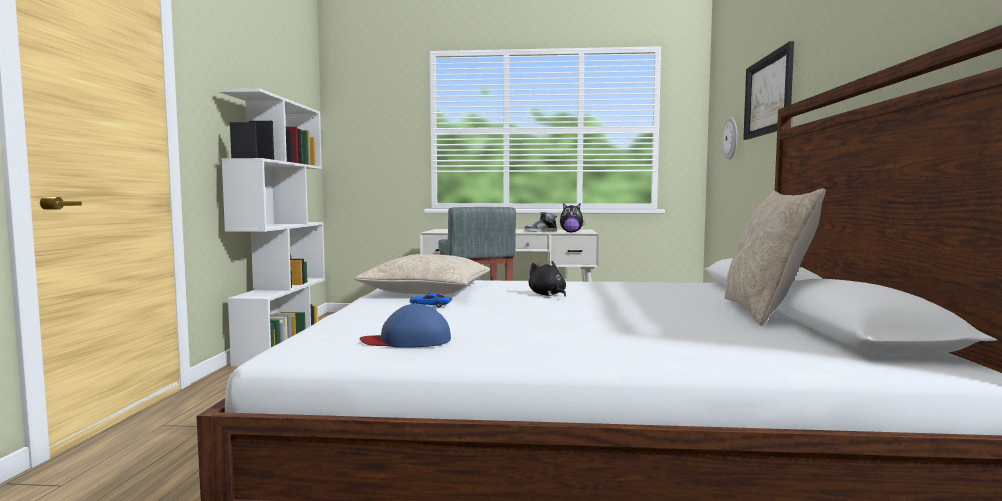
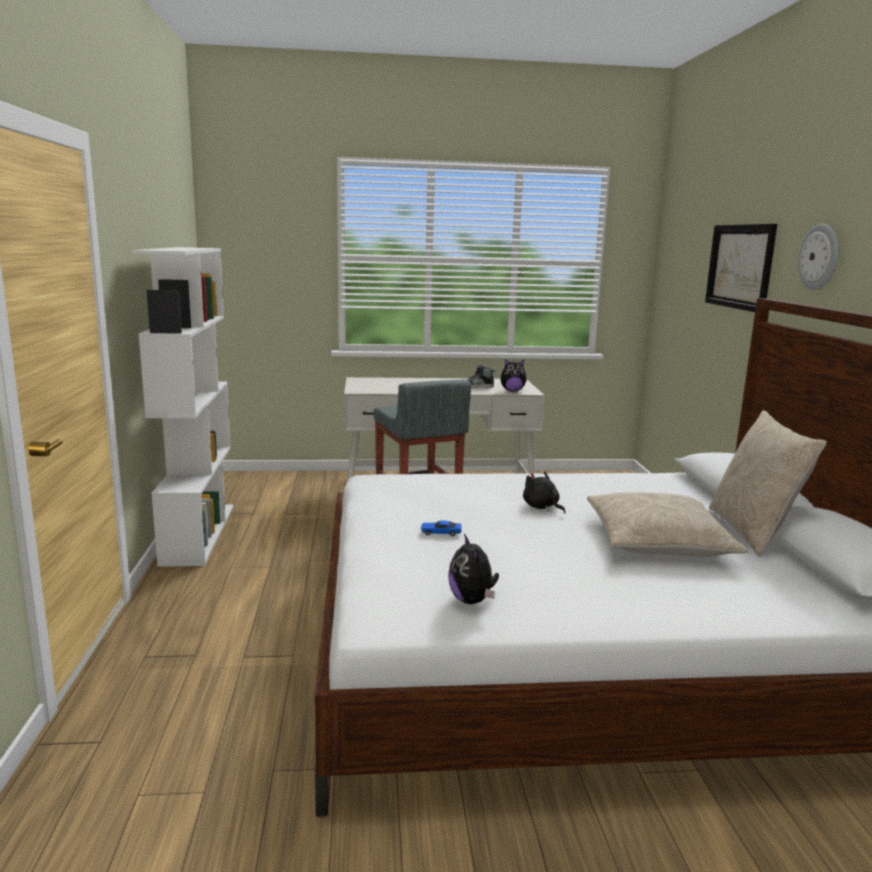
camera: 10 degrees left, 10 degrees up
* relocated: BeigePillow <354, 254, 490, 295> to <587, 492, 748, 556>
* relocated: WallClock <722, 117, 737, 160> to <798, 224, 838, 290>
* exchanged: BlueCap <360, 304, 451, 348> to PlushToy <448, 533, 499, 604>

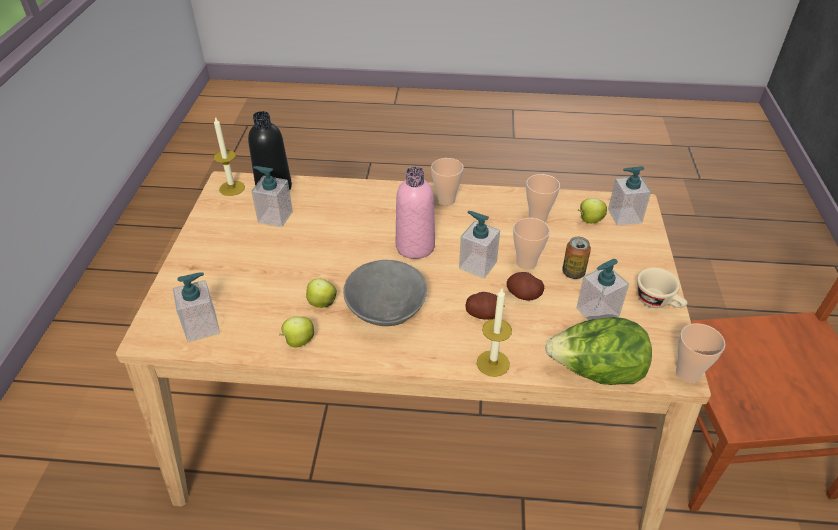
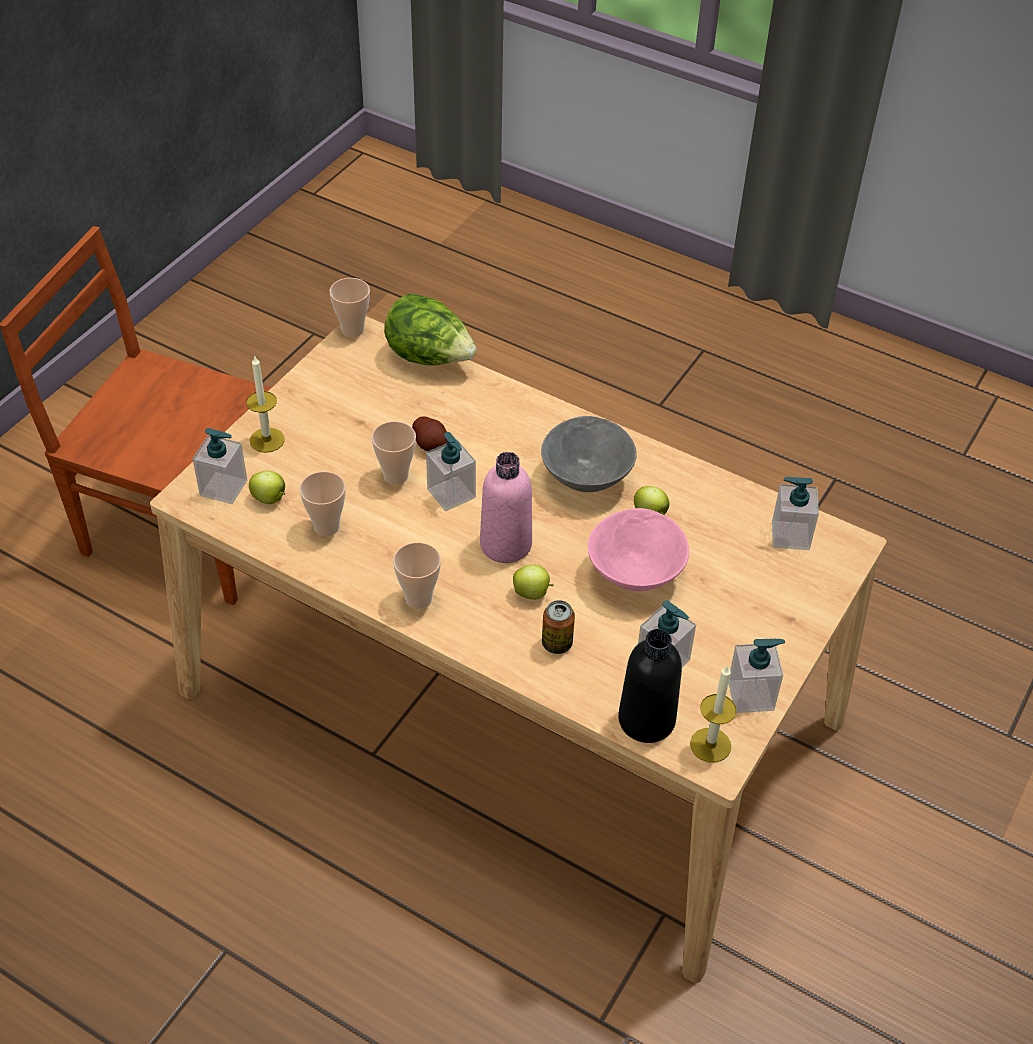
camera: 155 degrees left, 5 degrees up
* missing: Potato <465, 292, 497, 320>
* missing: BeigeCup <637, 268, 688, 308>
* appeared: PinkBowl <588, 508, 689, 591>
* relocated: Apple <279, 317, 314, 347> to <513, 565, 553, 600>
* relocated: Candle <477, 288, 512, 377> to <246, 355, 285, 453>
* relocated: Can <562, 237, 591, 279> to <542, 600, 575, 654>
* relocated: SoapDispenser <576, 259, 629, 320> to <728, 639, 785, 713>

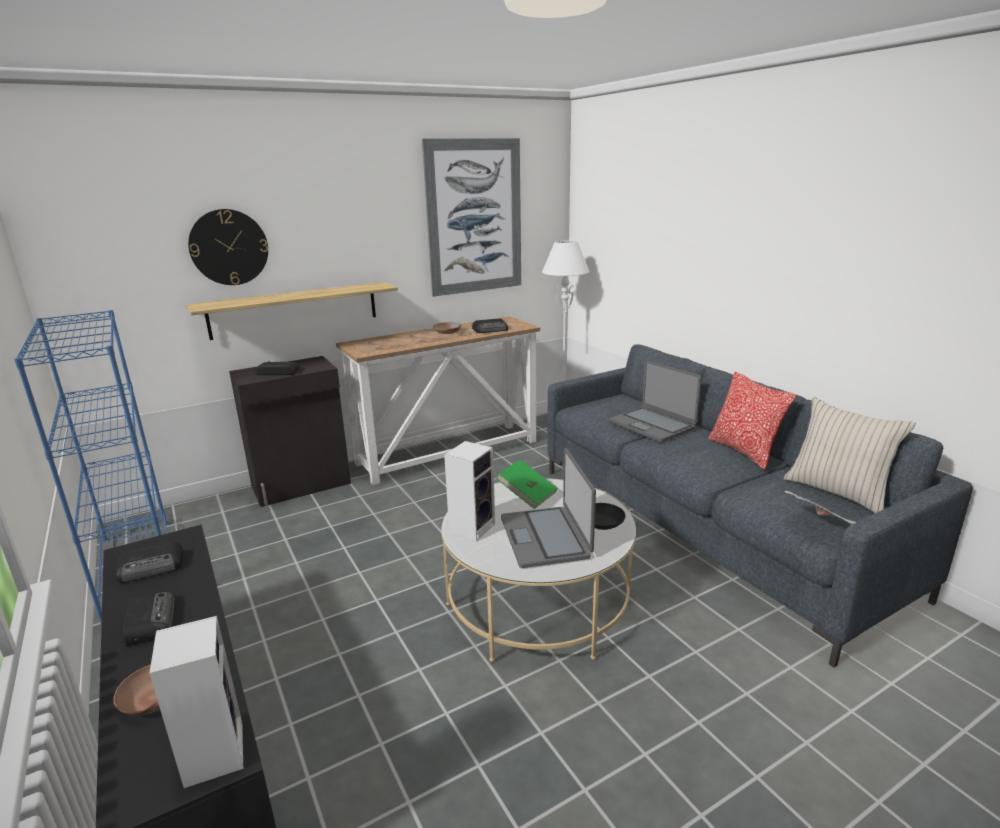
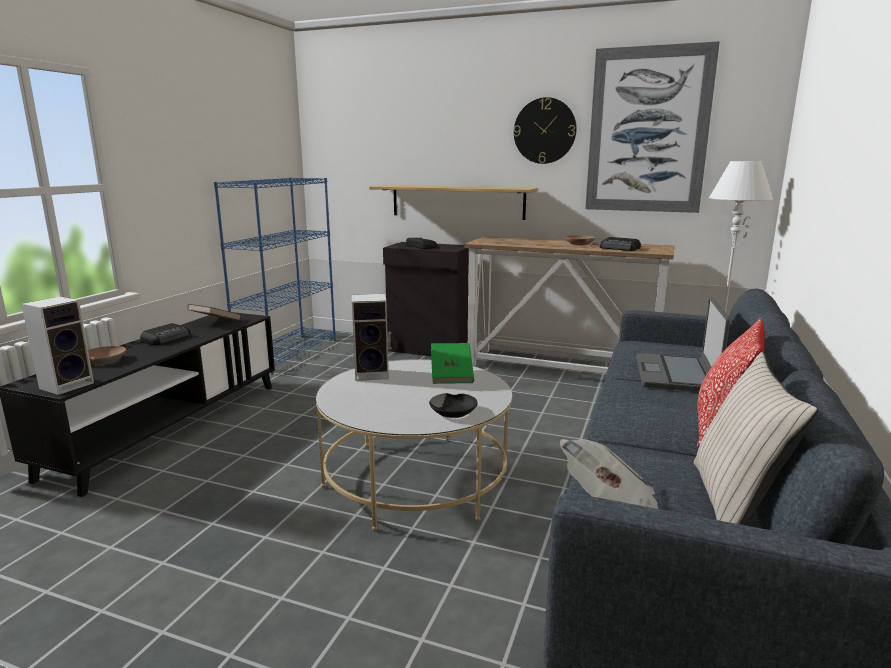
camera: 50 degrees right, 5 degrees down
* missing: Laptop <501, 448, 596, 568>
* relocated: WallClock <188, 209, 268, 285> to <514, 97, 577, 164>
* exchanged: Radio <116, 542, 184, 583> to BrownBook <187, 304, 241, 321>

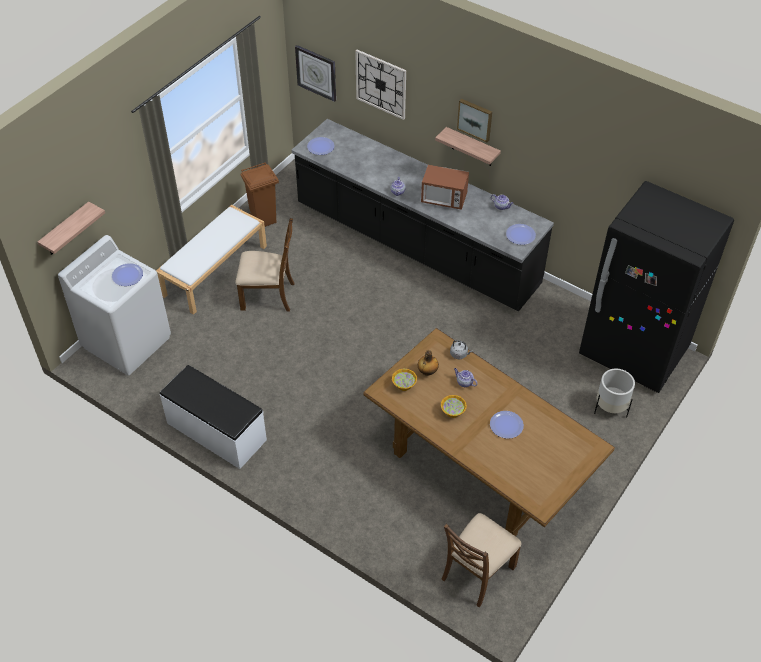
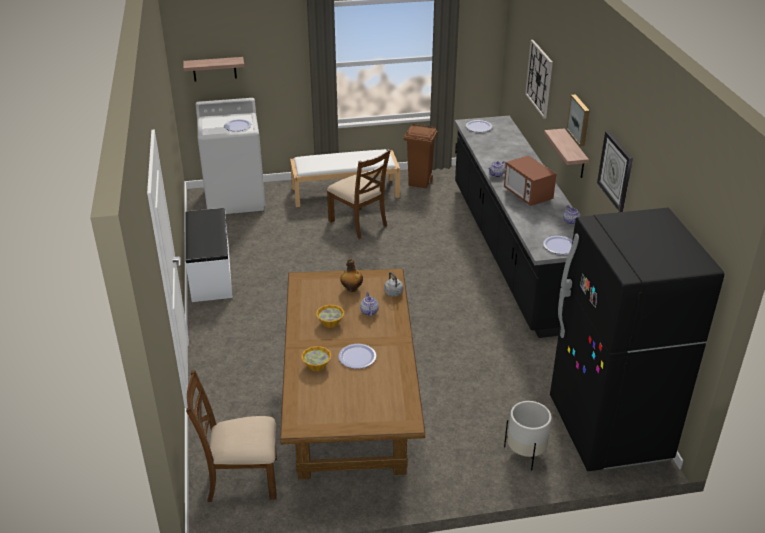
camera: 45 degrees right, 15 degrees down
* relocated: WallClock <295, 45, 336, 102> to <597, 131, 633, 212>
* relocated: Bowl <392, 369, 417, 391> to <301, 346, 331, 371>

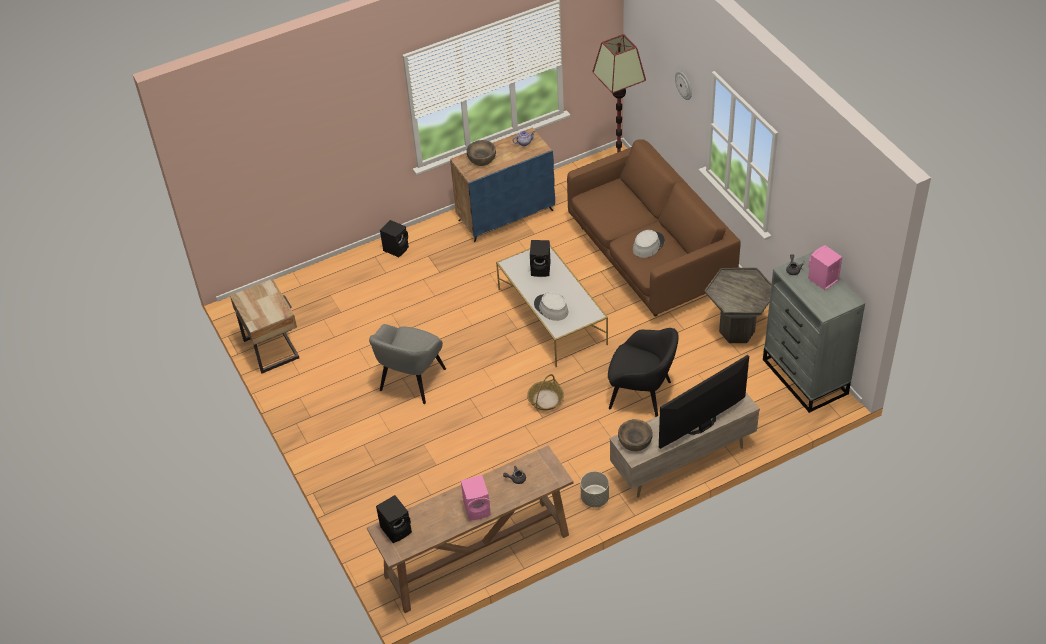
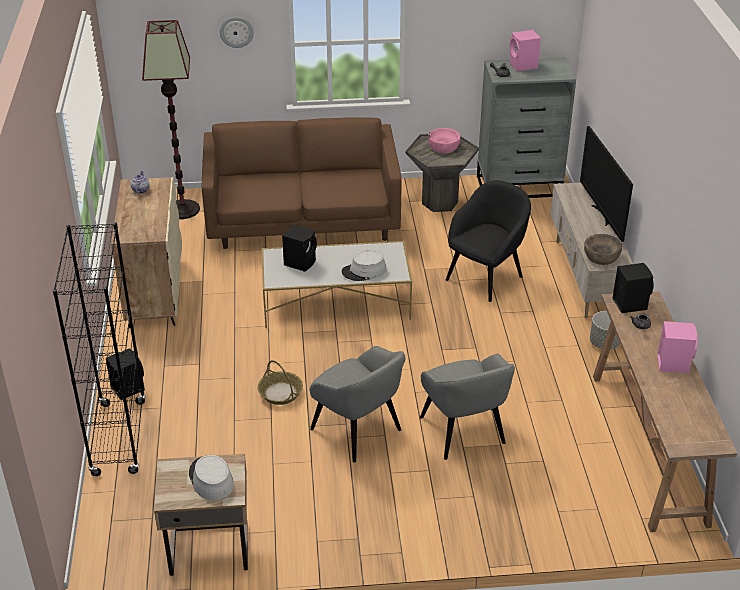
camera: 70 degrees left, 10 degrees down
* missing: BrownBowl <467, 140, 496, 166>
* appeared: BlackBookcase <53, 223, 146, 476>
* appeared: GreyArmchair <420, 354, 515, 460>
* appeared: PinkBowl <428, 128, 460, 154>
* relocated: BlackSpeaker <376, 495, 412, 543> to <612, 263, 654, 313>
* relocated: Basket <527, 374, 564, 410> to <258, 360, 303, 405>
* relocated: GreyHat <633, 230, 665, 258> to <189, 455, 234, 501>
* colour: BlueCabinet <450, 127, 555, 242> to BeigeCabinet <111, 177, 182, 328>

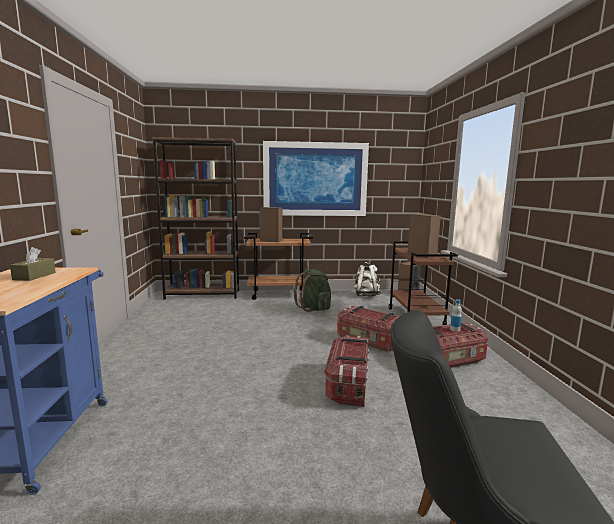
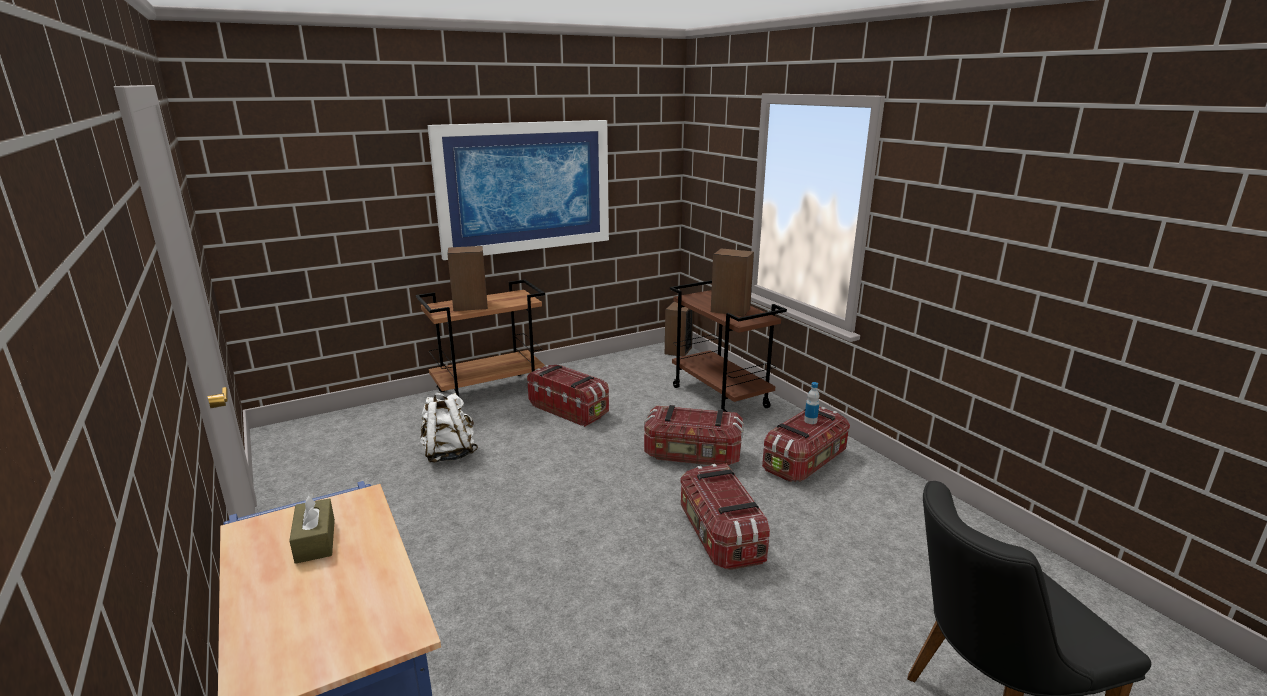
camera: 25 degrees left, 10 degrees up
* missing: BrownBookcase <152, 137, 239, 300>
* relocated: WhiteBackpack <354, 262, 381, 297> to <420, 393, 478, 463>
* exchanged: GreenBackpack <293, 269, 331, 312> to StorageBox <527, 365, 609, 427>

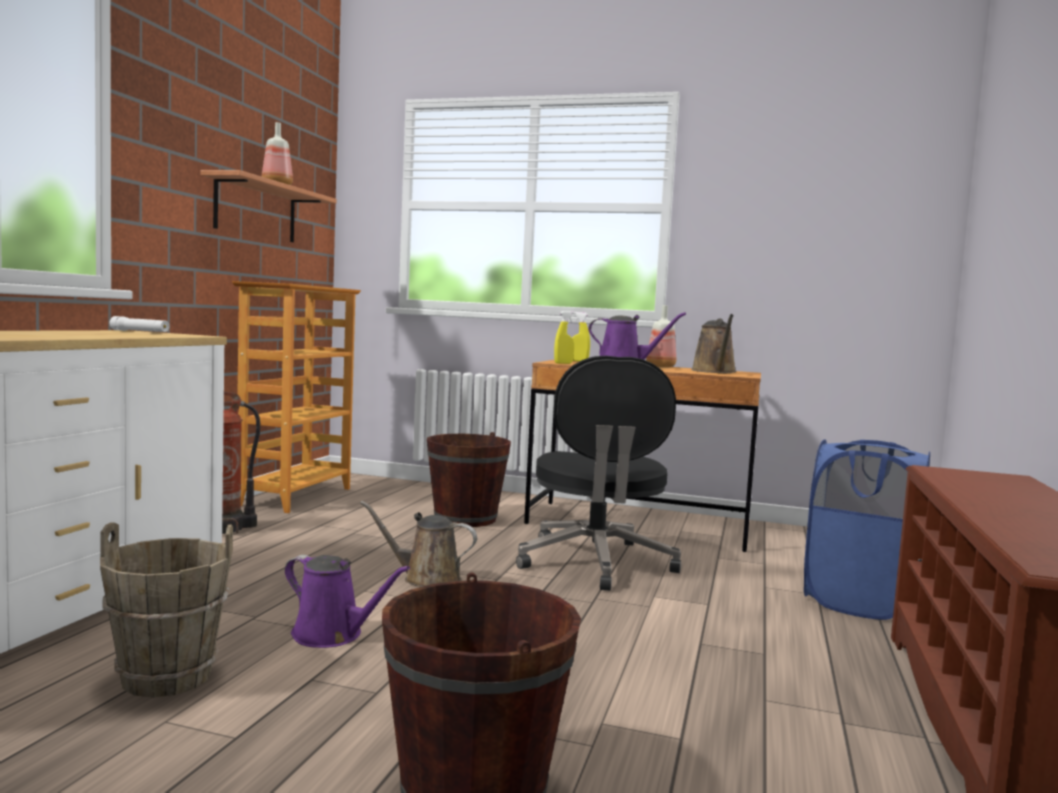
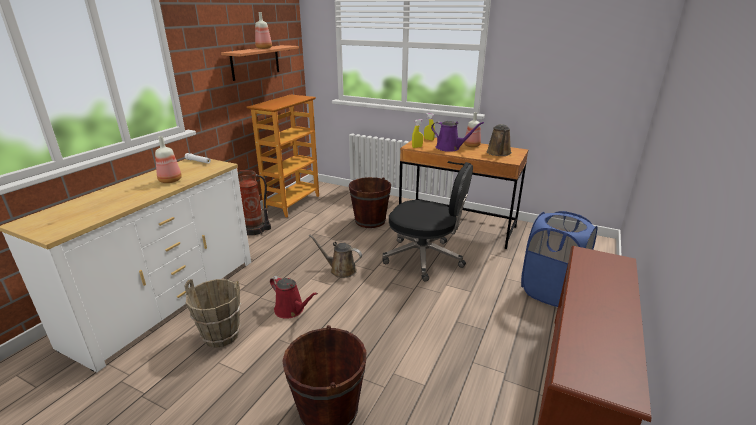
camera: 10 degrees right, 20 degrees up
* appeared: Bottle <155, 136, 182, 183>
* colour: PurpleWateringCan <285, 555, 410, 648> to RedWateringCan <270, 276, 318, 319>
* spun: BlackOfficeChair <516, 356, 681, 591> = <382, 162, 473, 282> 75 degrees counterclockwise

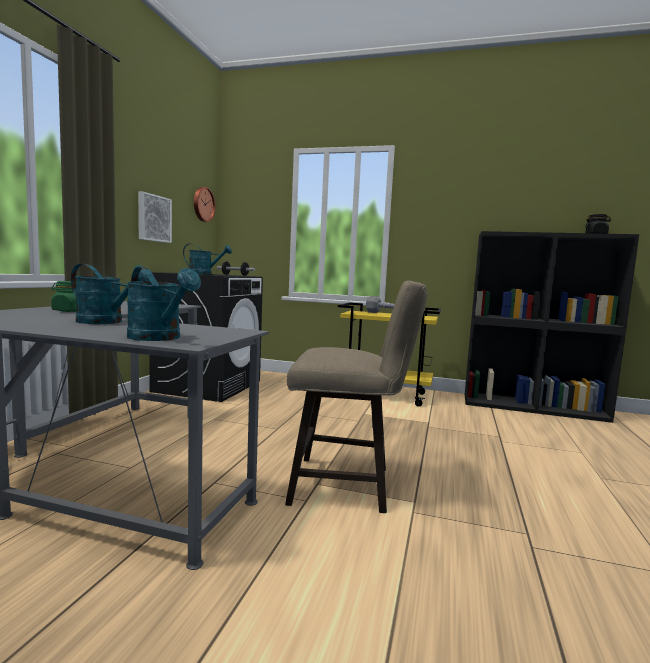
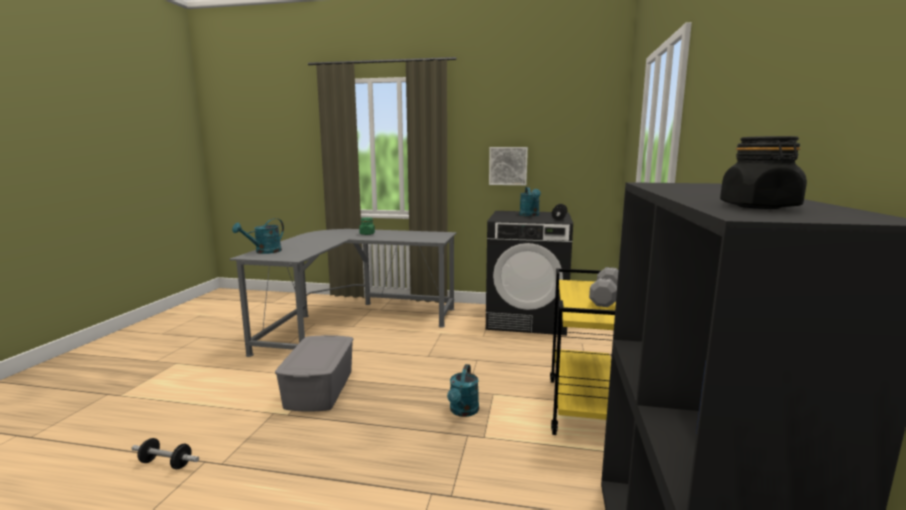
camera: 85 degrees right, 5 degrees up
* missing: WallClock <194, 187, 215, 222>
* appeared: Dumbbell <131, 438, 199, 469>
* relocated: TurquoiseWateringCan <71, 264, 150, 324> to <447, 364, 479, 417>
* exchanged: BeigeStool <285, 280, 428, 513> to GreyStorageBox <275, 335, 353, 412>

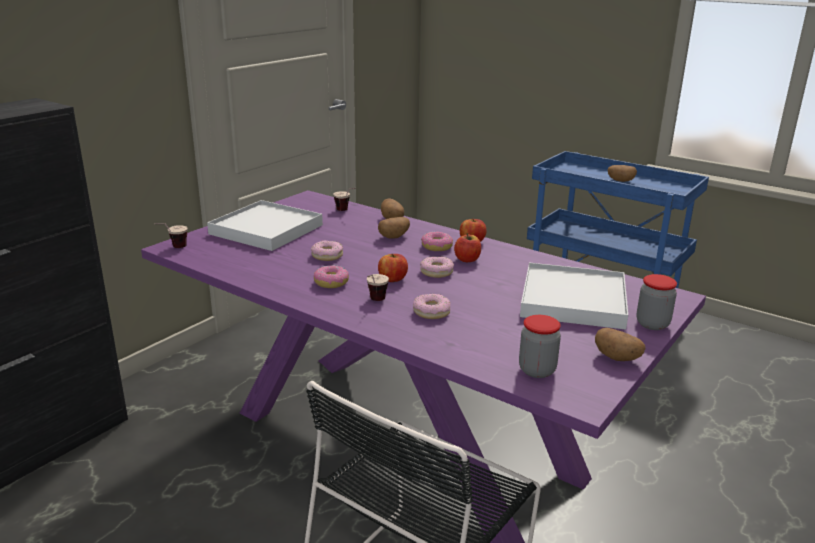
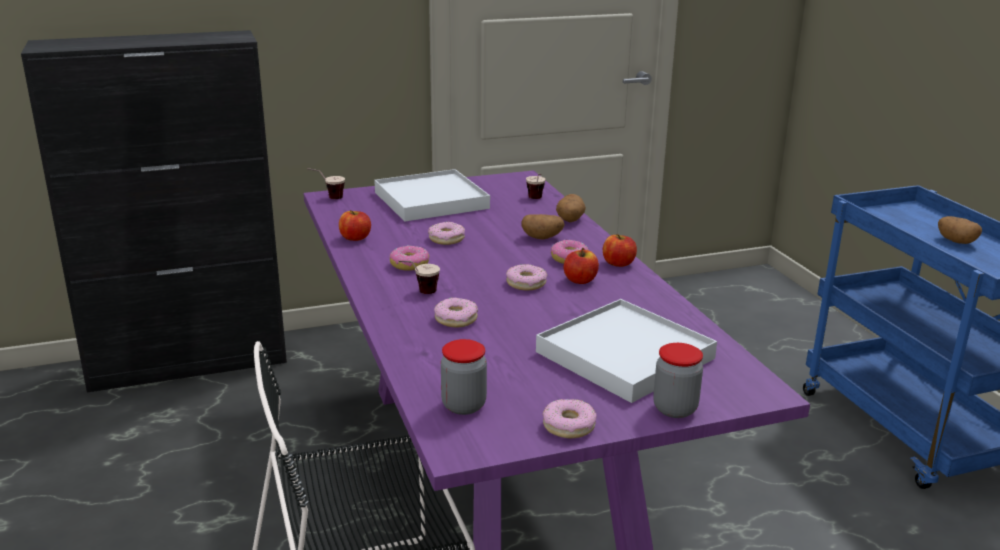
camera: 35 degrees right, 0 degrees up
* relocated: Apple <378, 254, 408, 282> to <339, 210, 371, 241>
* exchanged: Potato <595, 328, 646, 361> to Donut <542, 399, 597, 438>

